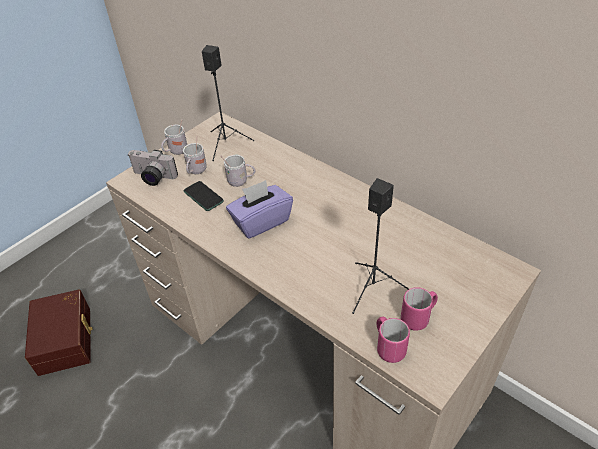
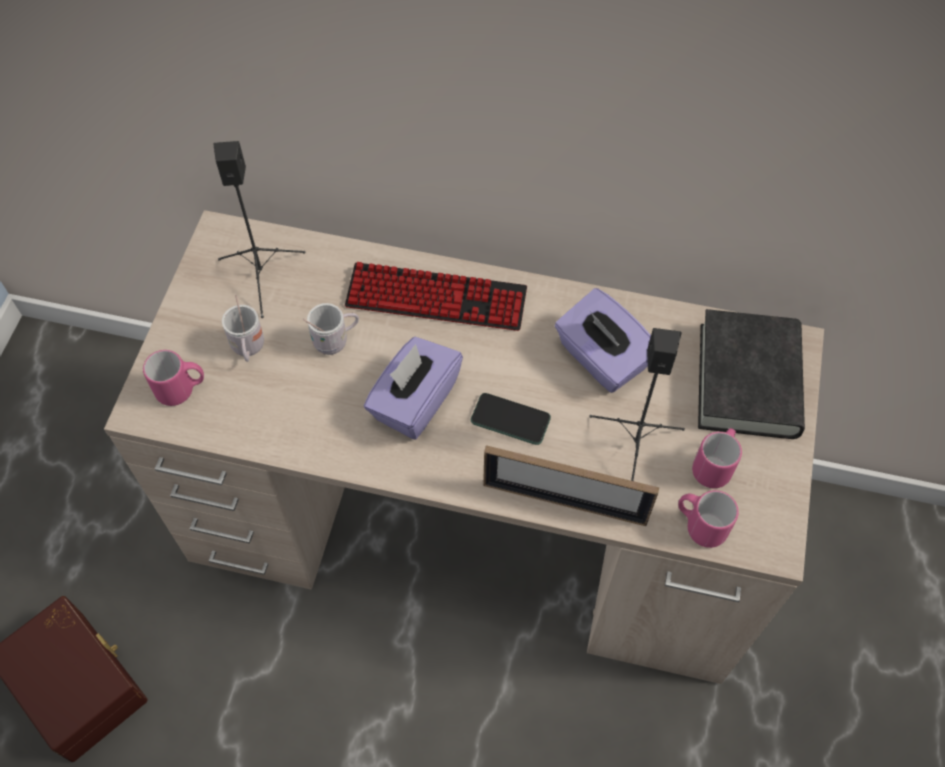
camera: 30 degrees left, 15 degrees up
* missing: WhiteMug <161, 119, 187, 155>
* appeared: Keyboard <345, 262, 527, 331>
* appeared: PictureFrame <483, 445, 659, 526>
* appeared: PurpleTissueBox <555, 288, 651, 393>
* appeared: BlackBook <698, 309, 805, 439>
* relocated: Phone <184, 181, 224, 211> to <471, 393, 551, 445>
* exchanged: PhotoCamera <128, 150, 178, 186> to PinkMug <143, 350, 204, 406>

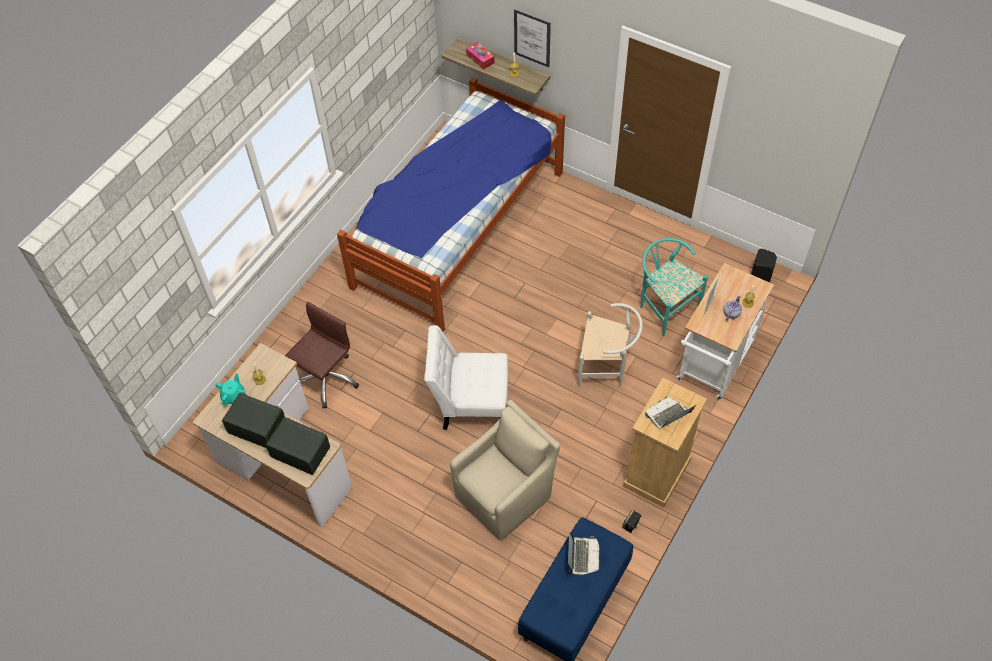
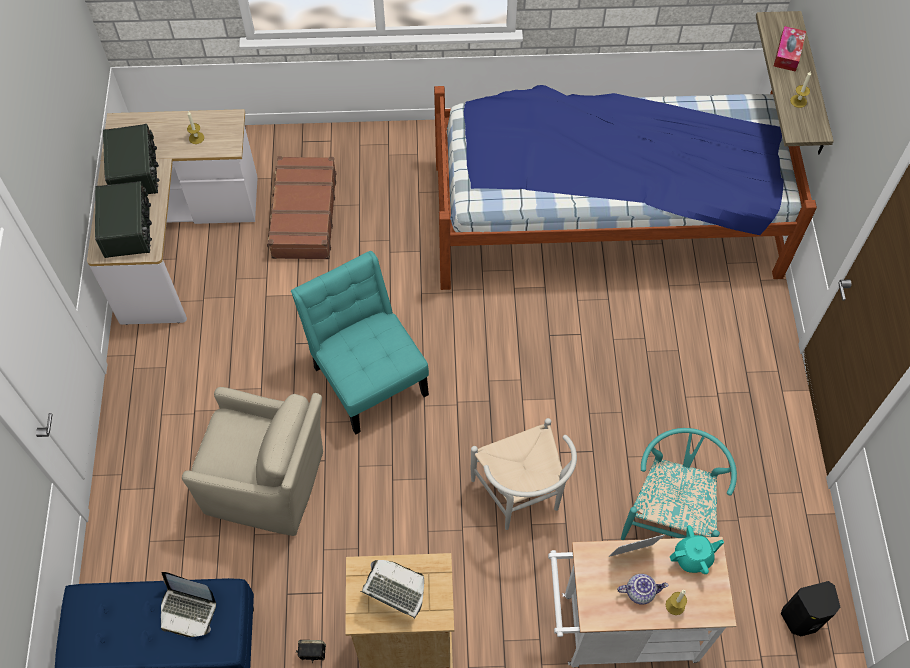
camera: 55 degrees right, 5 degrees up
* missing: Picture <514, 9, 551, 67>
* relocated: TurquoiseTeapot <216, 373, 245, 406> to <670, 525, 724, 574>
* exchanged: BrownOfficeChair <285, 302, 359, 408> to BrownSuitcase <267, 156, 336, 259>
* colour: WhiteChair <424, 325, 508, 430> to TurquoiseChair <291, 251, 429, 435>
* spun: Laptop <567, 532, 600, 575> = <161, 572, 216, 637> 45 degrees clockwise

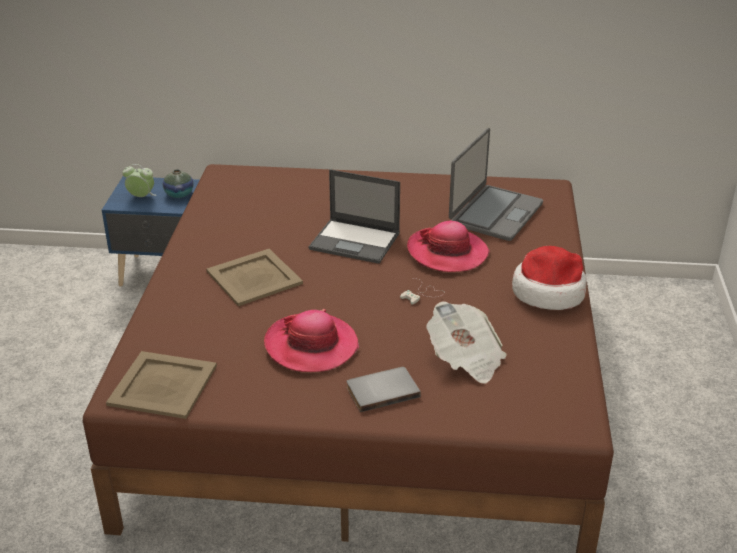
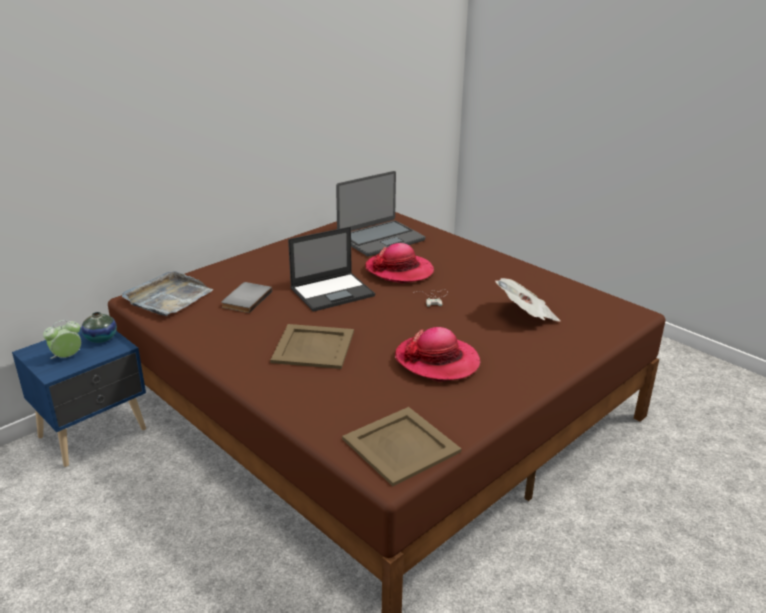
camera: 50 degrees left, 5 degrees down
* missing: Hat <512, 246, 587, 310>
* appeared: GreyTray <122, 271, 213, 316>
* relocated: GreyBook <347, 367, 421, 412> to <221, 282, 272, 313>
* spun: Laptop <449, 128, 543, 241> = <336, 171, 425, 256> 75 degrees clockwise

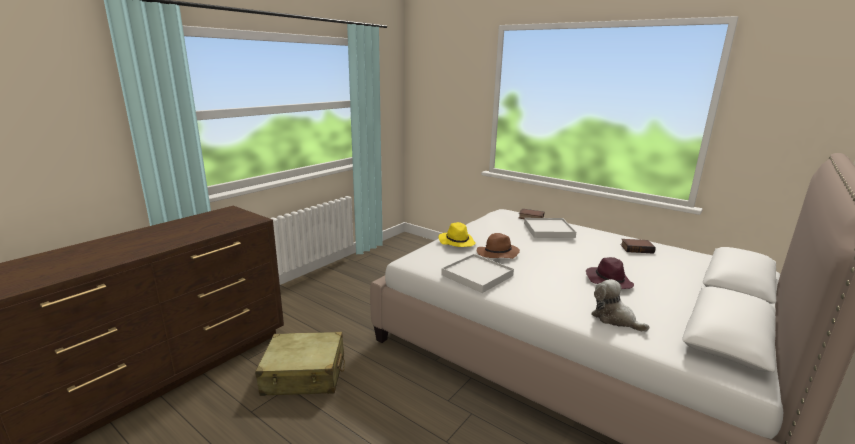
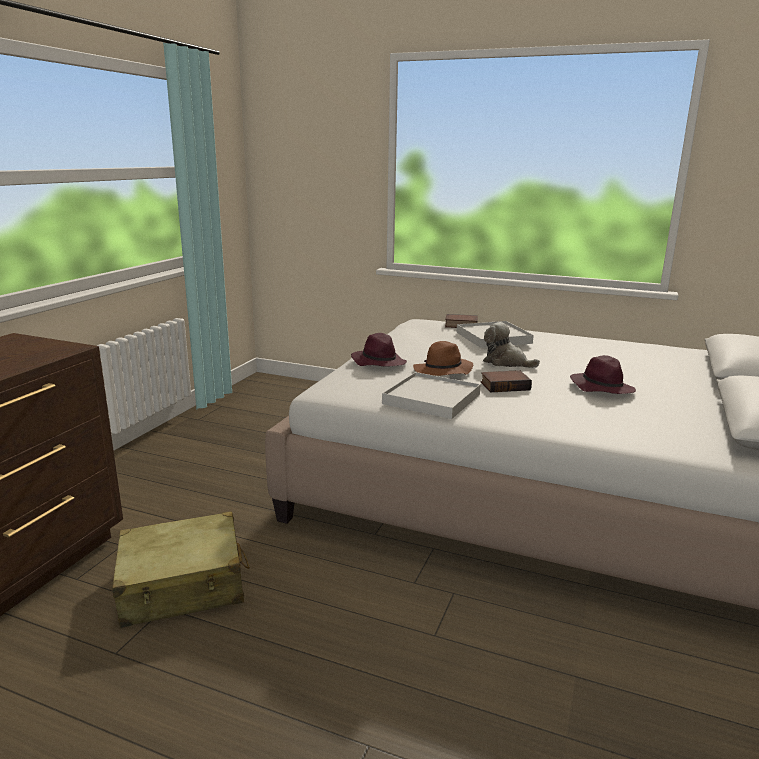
camera: 15 degrees left, 0 degrees up
* relocated: PlushToy <591, 279, 649, 331> to <483, 322, 540, 368>
* relocated: Book <621, 239, 656, 254> to <481, 370, 532, 392>
* colour: YellowHat <438, 222, 476, 247> to PurpleHat <351, 333, 407, 367>

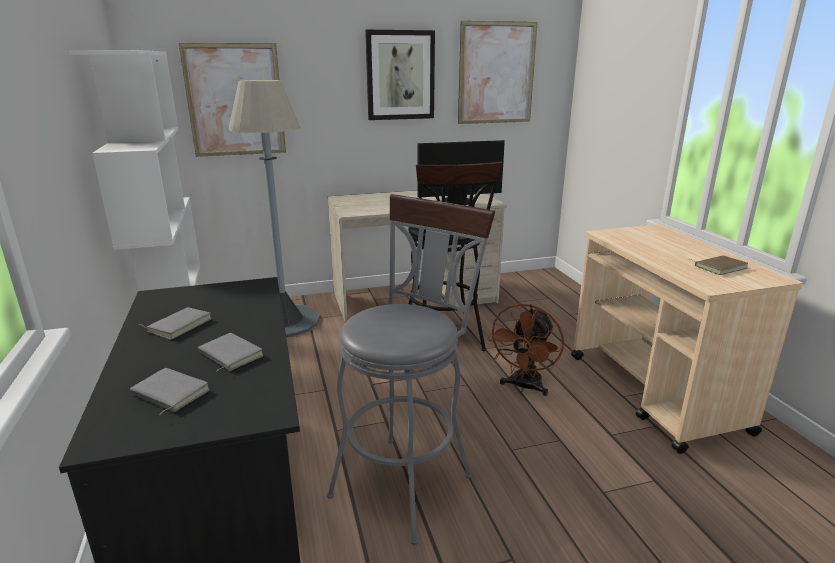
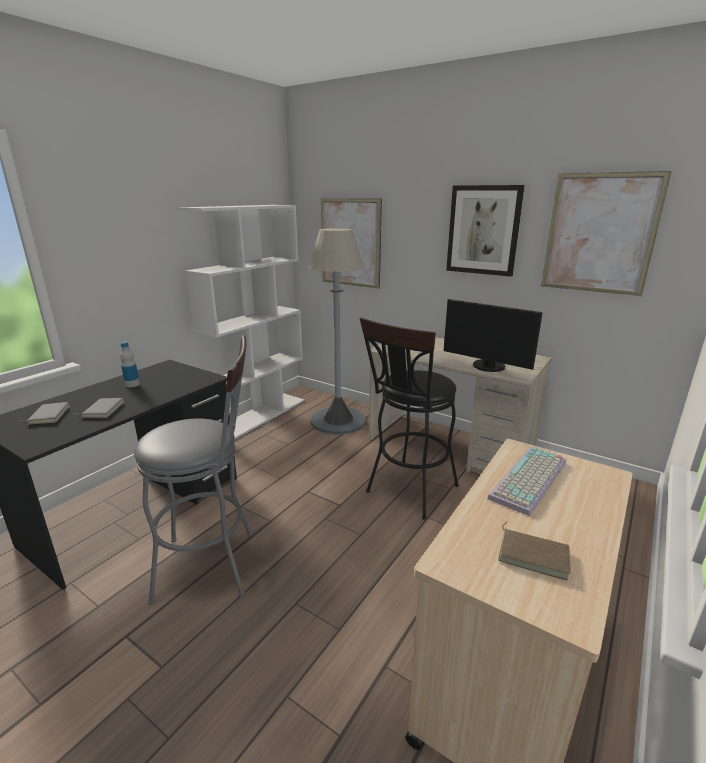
camera: 50 degrees right, 0 degrees up
* missing: BrownFan <487, 304, 564, 396>
* appeared: Keyboard <487, 447, 566, 516>
* exchanged: GreyBook <139, 307, 212, 339> to Bottle <120, 342, 140, 387>

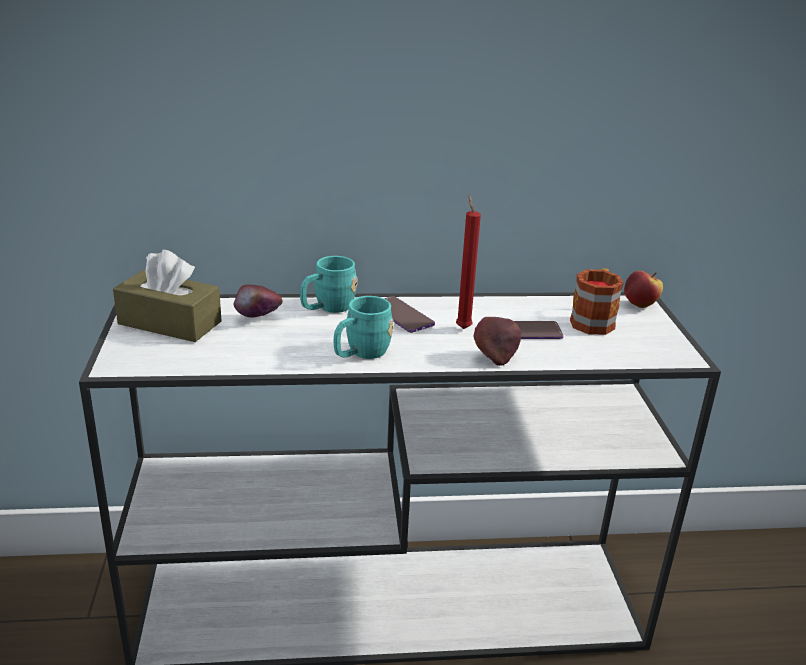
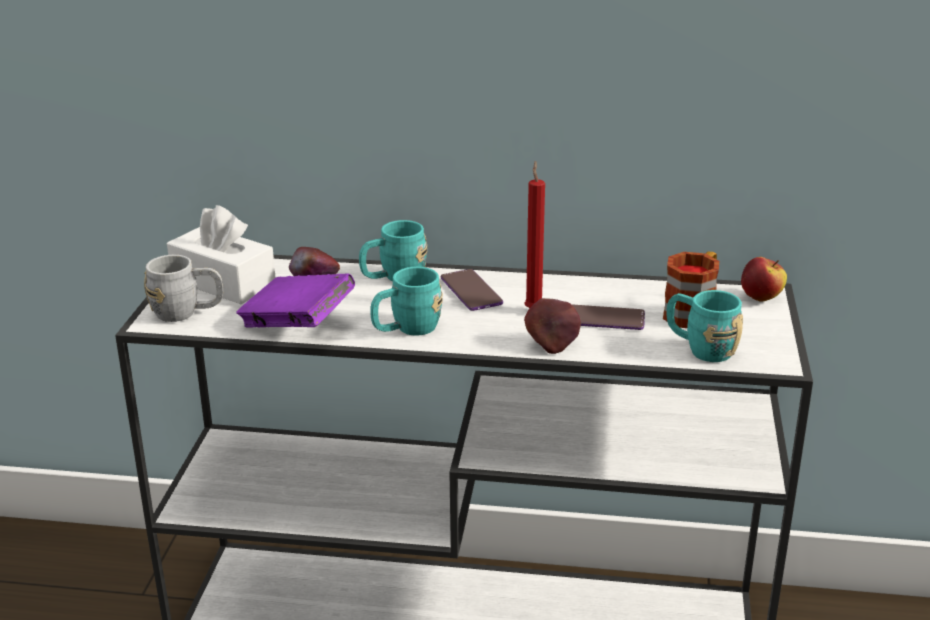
camera: 15 degrees right, 0 degrees up
* appeared: GreyMug <144, 255, 224, 322>
* appeared: PurpleBook <236, 274, 355, 328>
* appeared: TurquoiseMug <667, 290, 743, 362>
* colour: BrownTissueBox <113, 250, 222, 342> to WhiteTissueBox <167, 205, 275, 304>

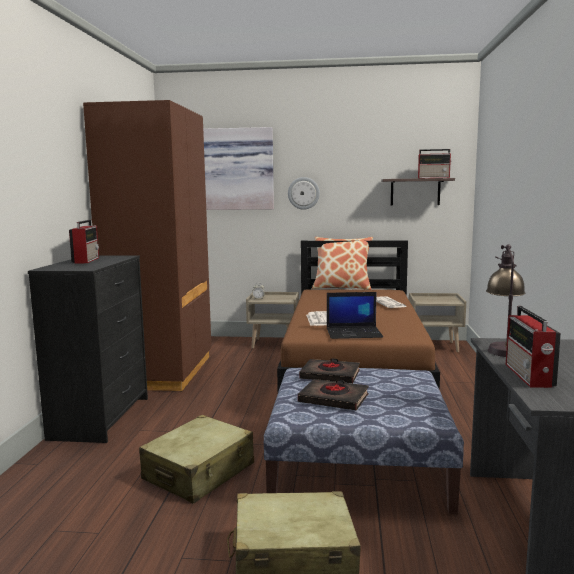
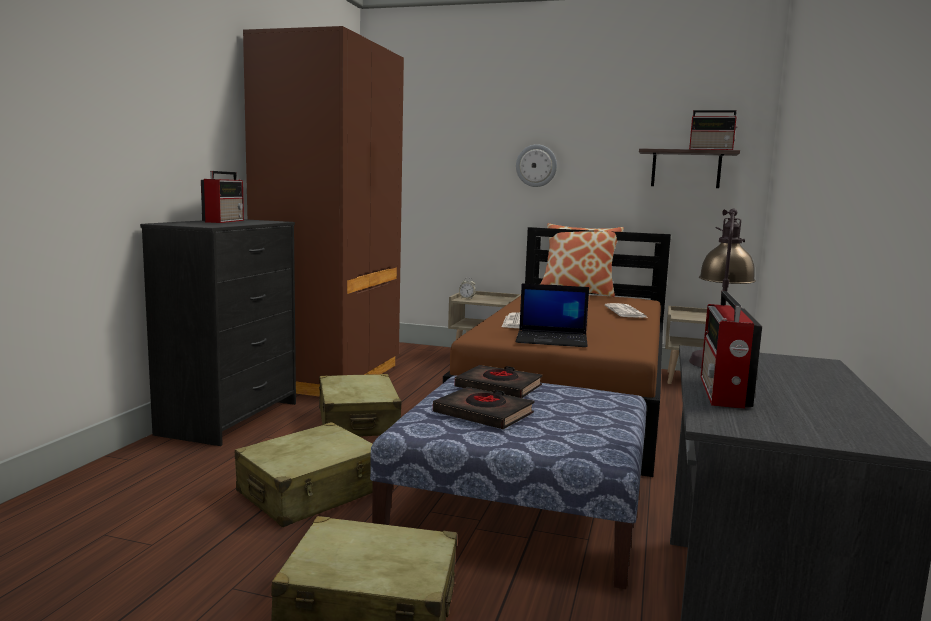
camera: 10 degrees right, 0 degrees up
* missing: Picture <203, 127, 274, 210>
* appeared: BeigeSuitcase <319, 374, 401, 437>

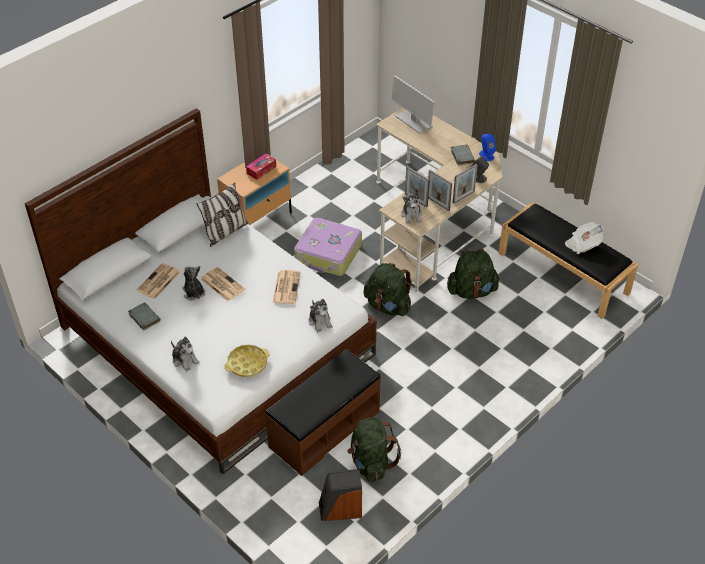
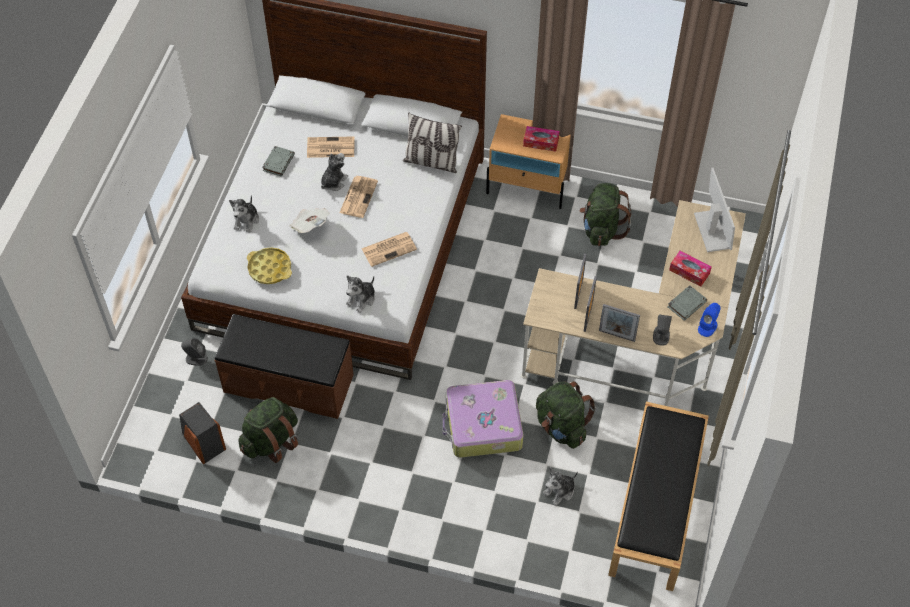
camera: 60 degrees right, 10 degrees up
* appeared: GreySpeaker <181, 338, 208, 366>
* appeared: TissueBox <669, 251, 712, 286>
* relocated: Suitcase <294, 218, 362, 276> to <443, 380, 523, 458>
* relocated: GreenBackpack <364, 263, 412, 316> to <579, 183, 631, 246>
* relocated: PlushToy <401, 192, 422, 224> to <543, 468, 578, 506>
* relocated: Newspaper <565, 222, 604, 254> to <289, 208, 330, 233>
* spun: Monitor <392, 76, 435, 134> = <694, 168, 735, 252> 150 degrees clockwise

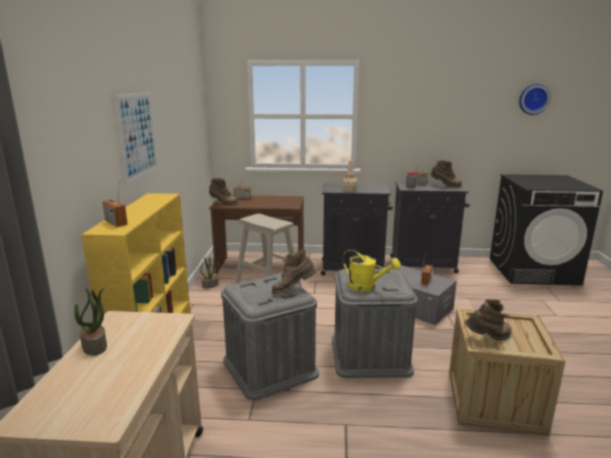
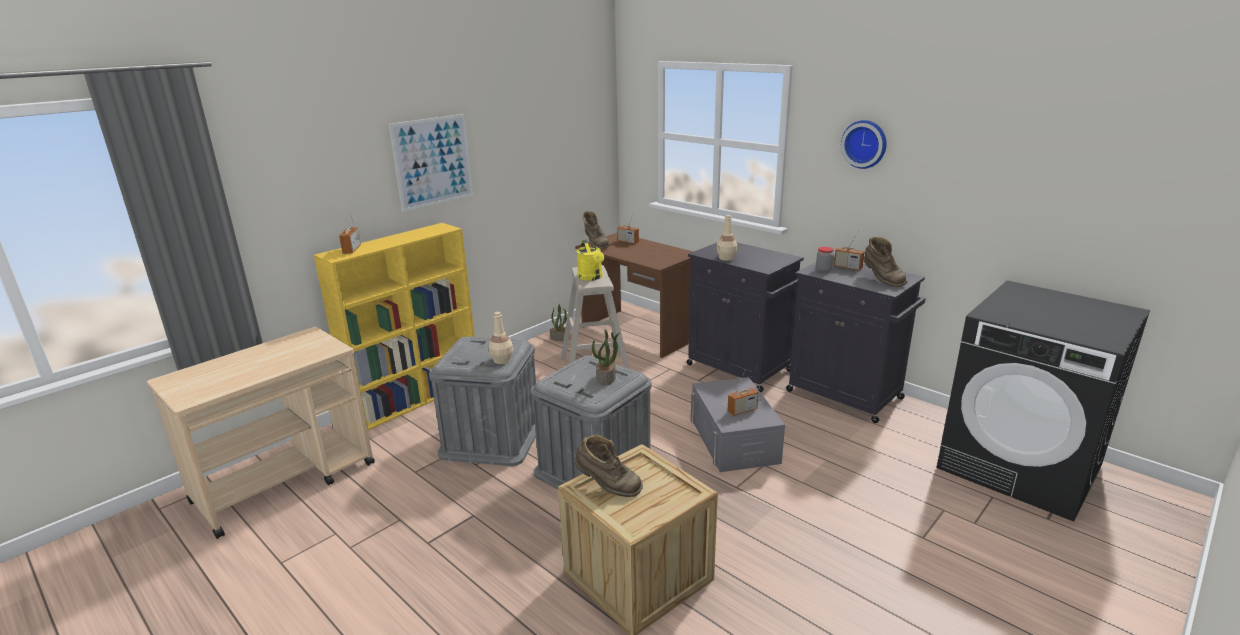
camera: 40 degrees right, 5 degrees up
* relocated: PottedPlant <74, 287, 107, 356> to <592, 329, 620, 385>
* relocated: YellowWateringCan <343, 249, 401, 292> to <576, 239, 604, 281>
* relocated: WallClock <519, 84, 550, 115> to <841, 120, 887, 169>
* exchanged: BrownBoot <271, 249, 316, 294> to BeigeBottle <489, 312, 513, 364>

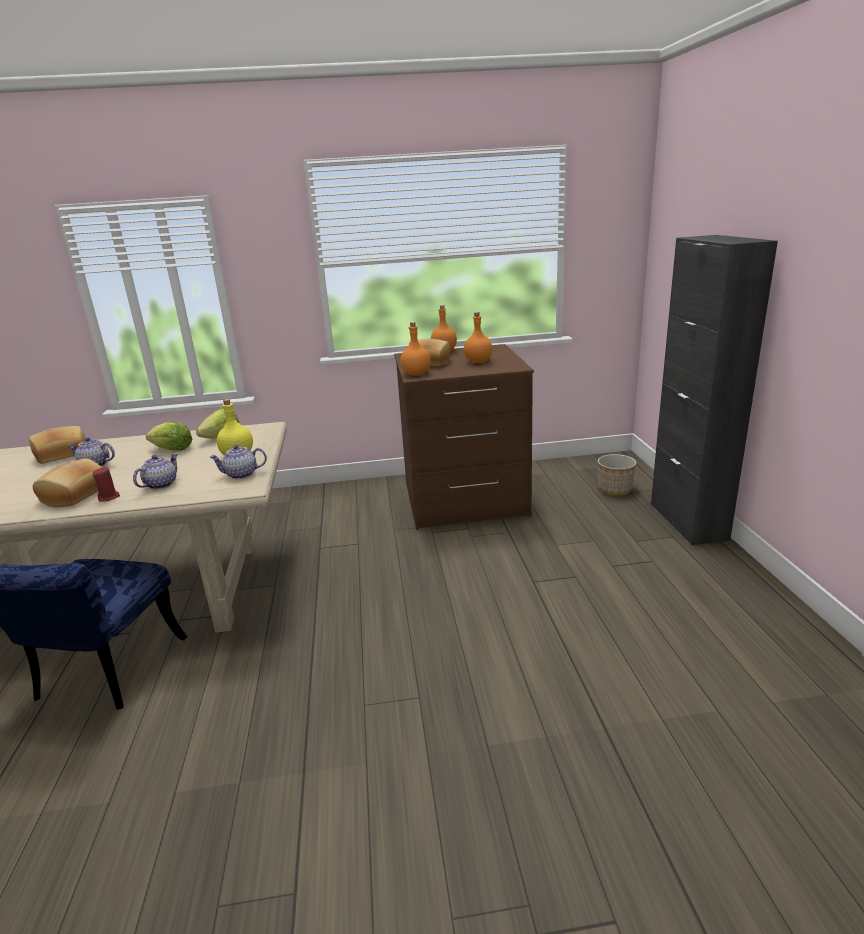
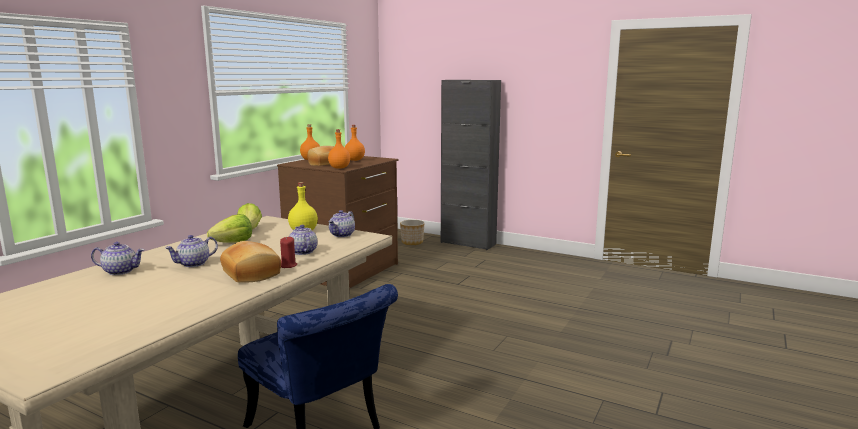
camera: 55 degrees left, 10 degrees down
* exchanged: Bread <29, 426, 85, 464> to Teapot <91, 242, 144, 275>

